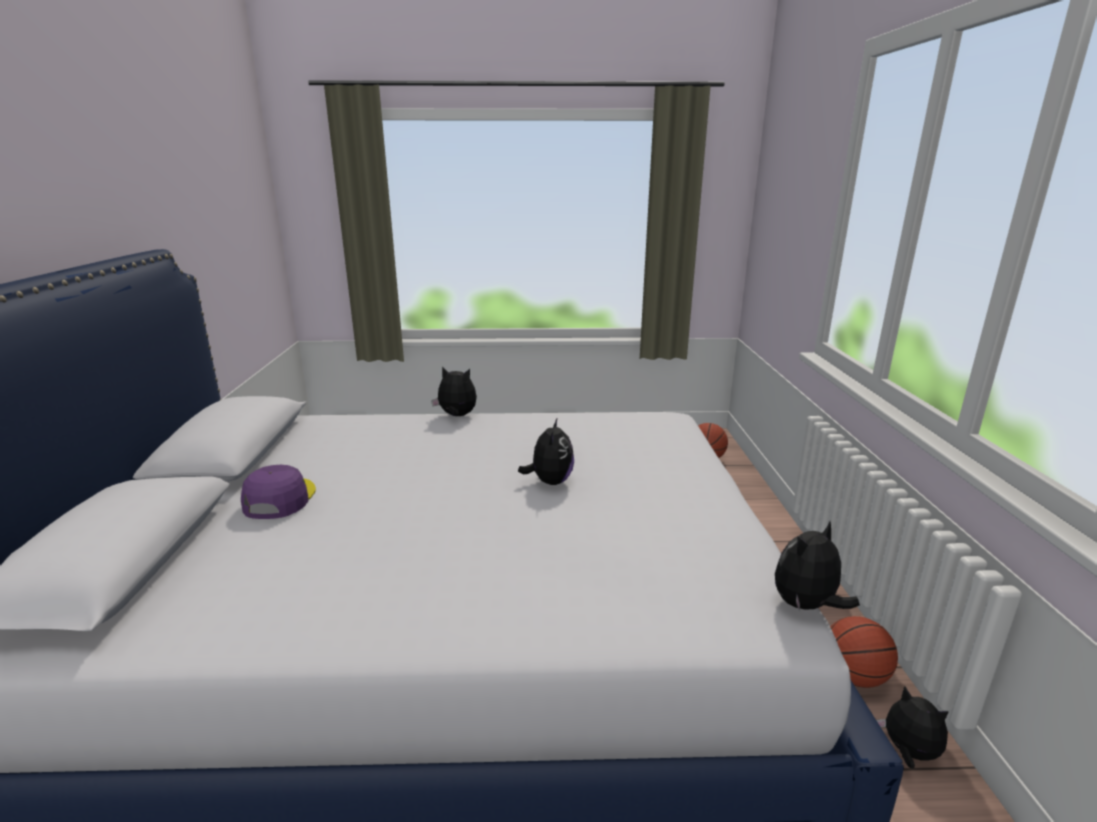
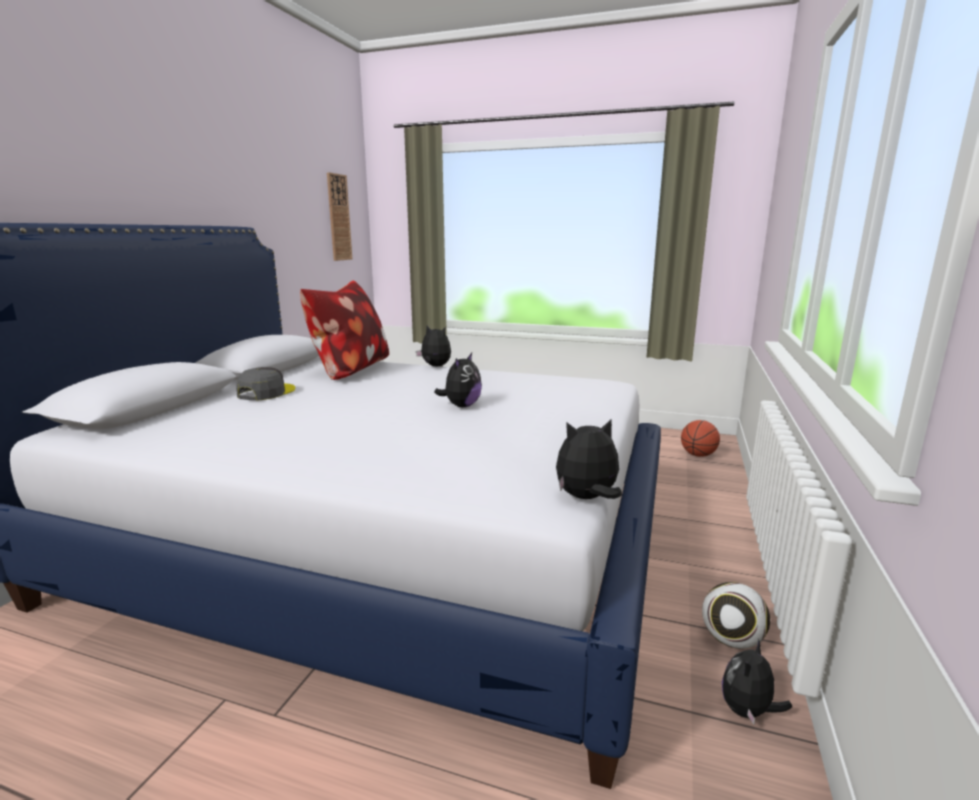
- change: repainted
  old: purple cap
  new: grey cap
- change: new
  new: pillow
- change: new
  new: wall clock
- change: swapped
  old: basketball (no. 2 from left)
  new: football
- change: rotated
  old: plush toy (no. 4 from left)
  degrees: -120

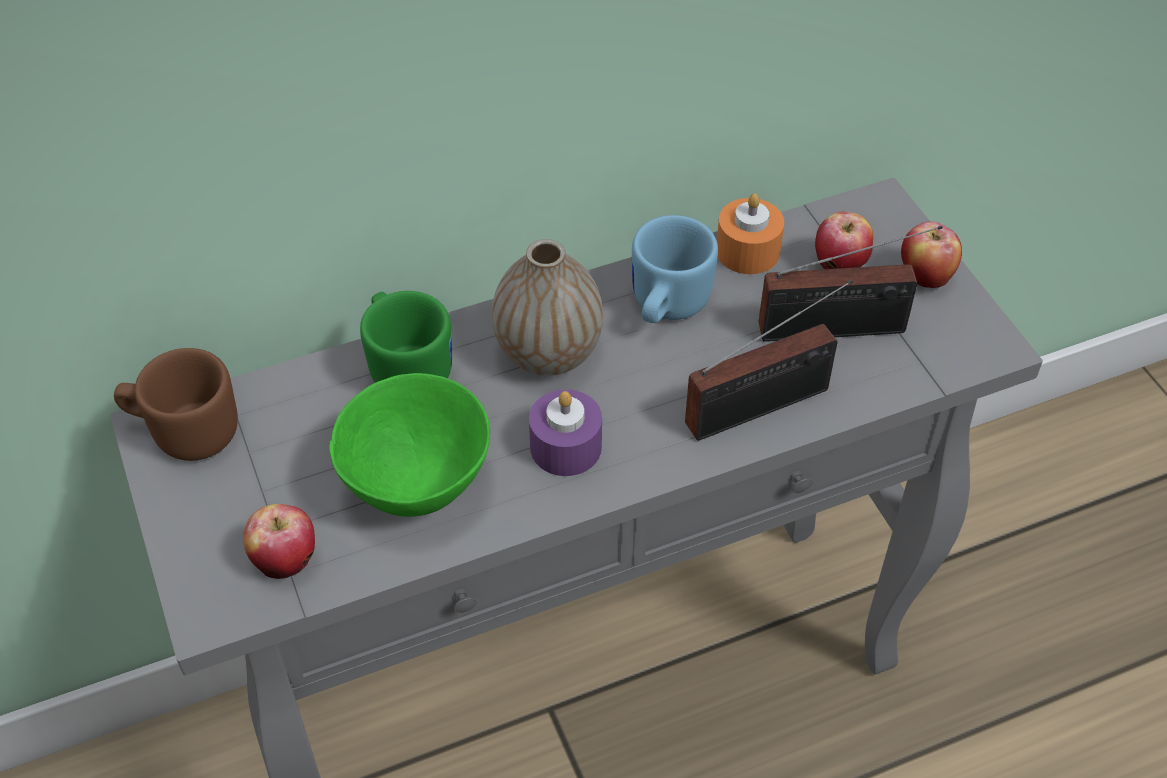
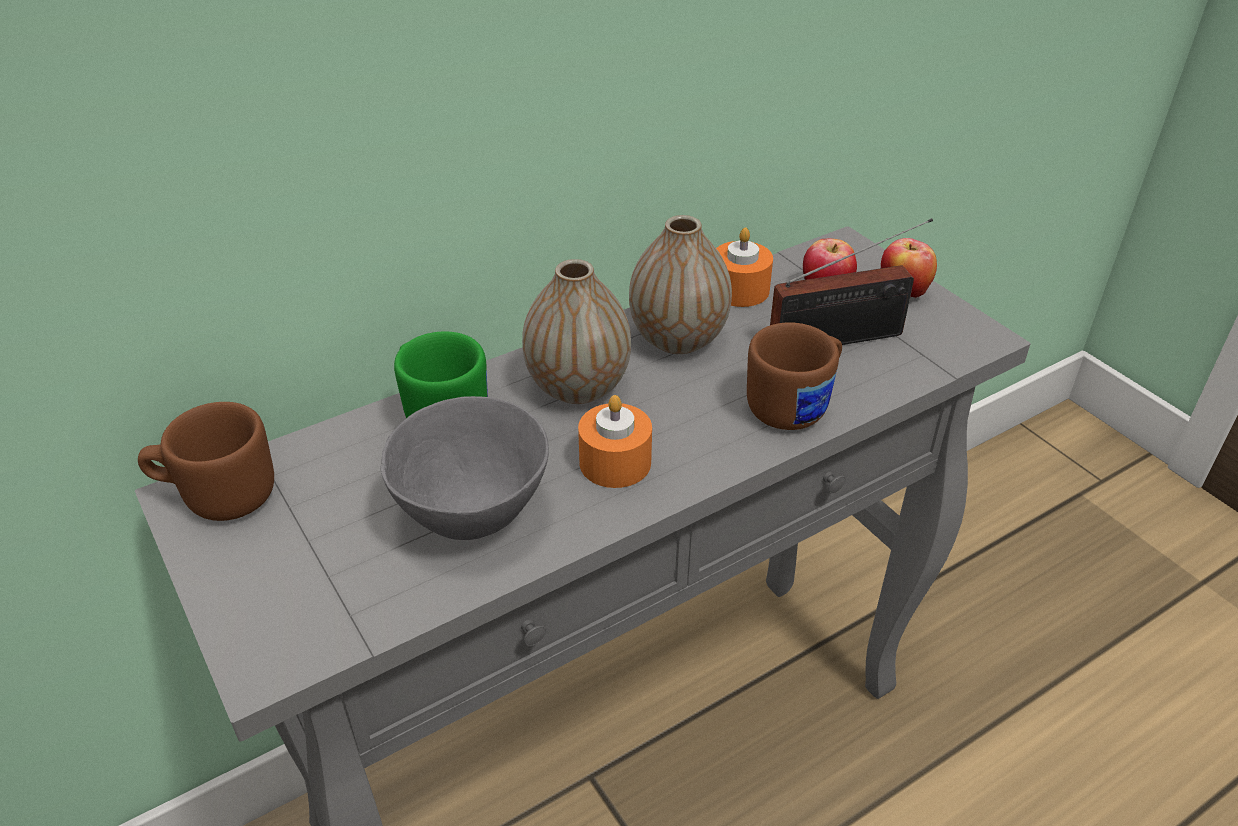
- change: repainted
  old: green bowl
  new: grey bowl
- change: repainted
  old: purple candle
  new: orange candle (no. 1 from left)
- change: swapped
  old: blue mug
  new: vase (no. 2 from left)
- change: swapped
  old: radio (no. 1 from left)
  new: brown mug (no. 2 from left)
- change: gone
  old: apple (no. 1 from left)

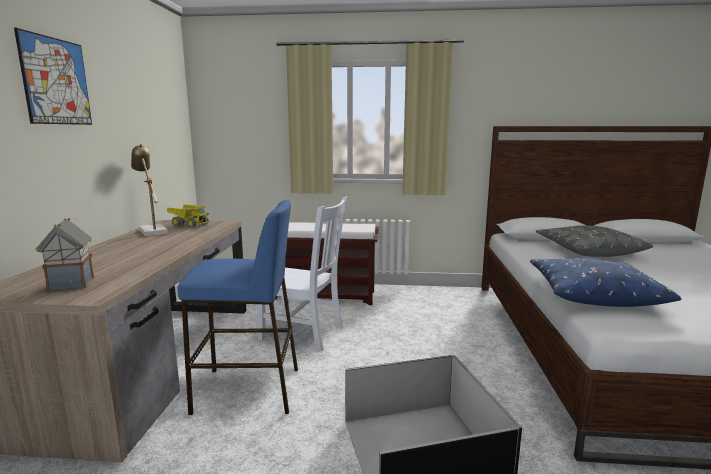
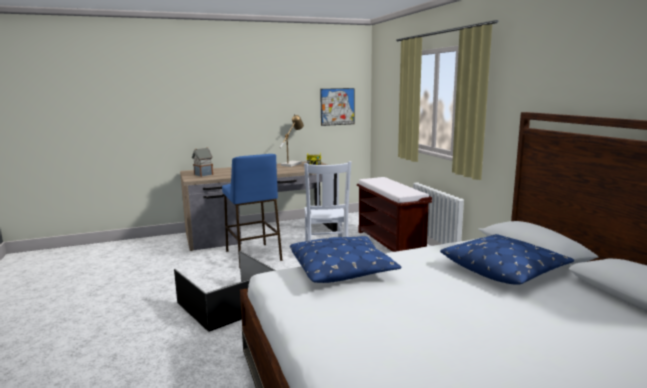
- change: shifted
  old: picture
- change: repainted
  old: grey pillow
  new: blue pillow (no. 2 from left)

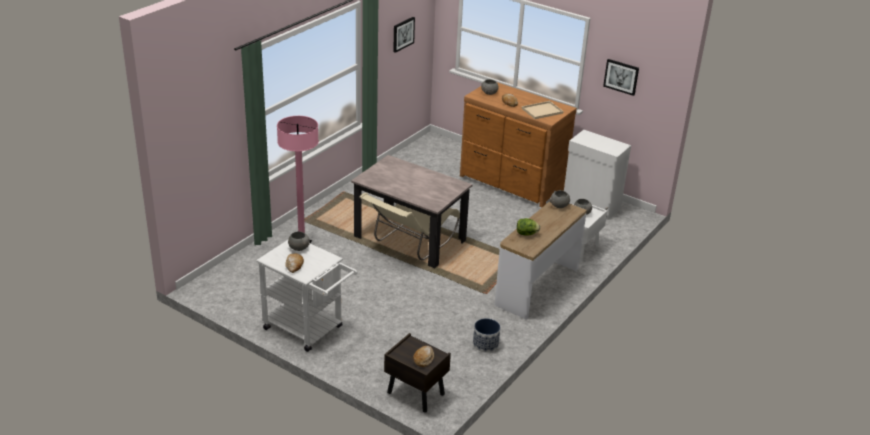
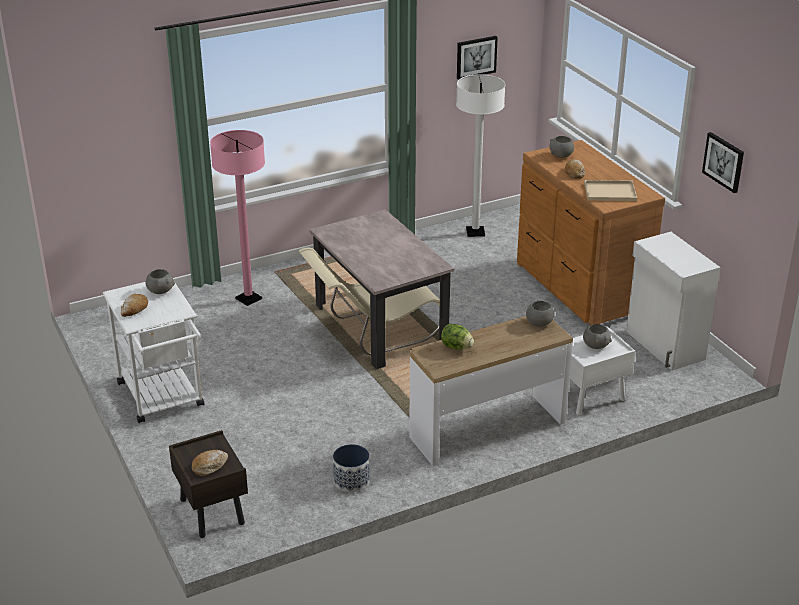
- change: new
  new: white floor lamp

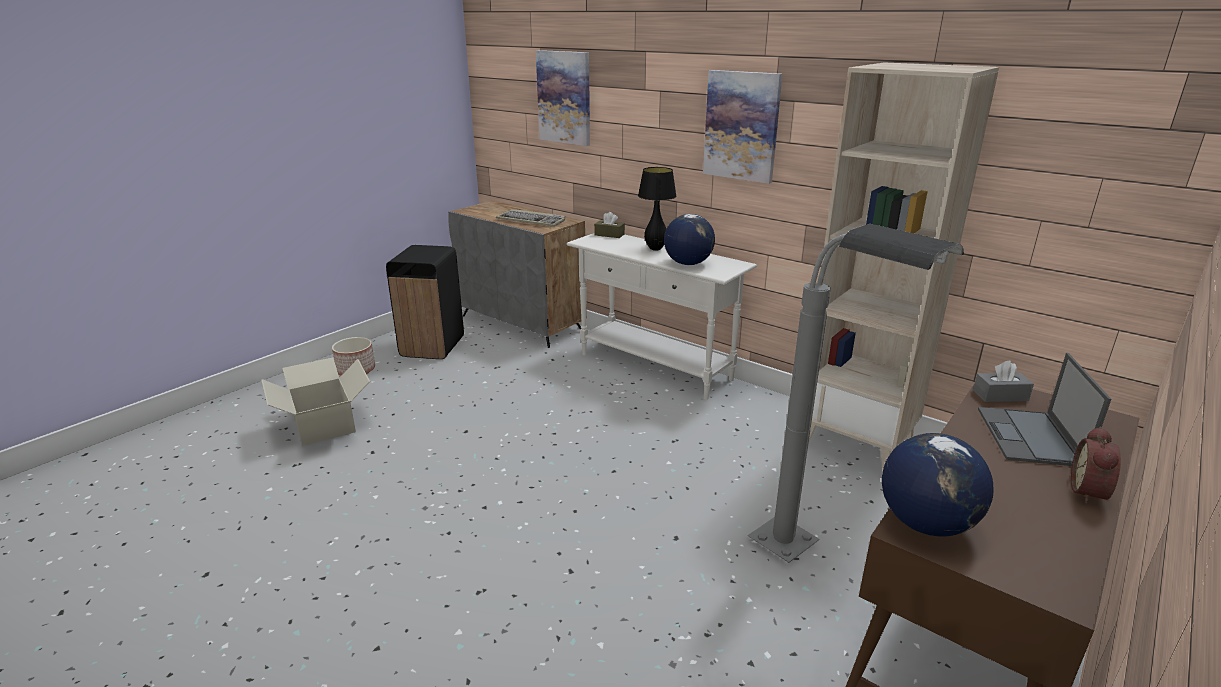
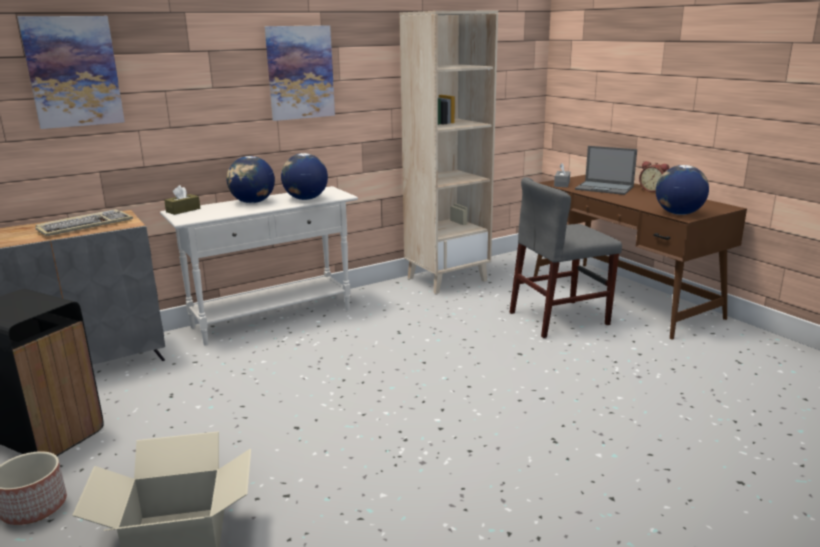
- change: swapped
  old: black table lamp
  new: globe (no. 1 from left)
- change: swapped
  old: grey floor lamp
  new: grey chair

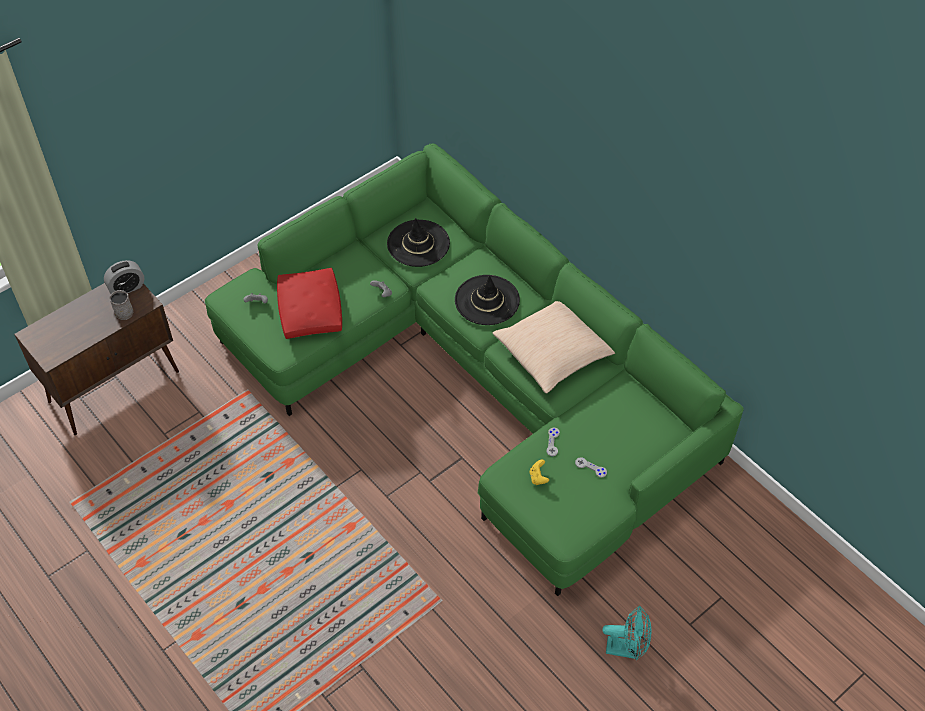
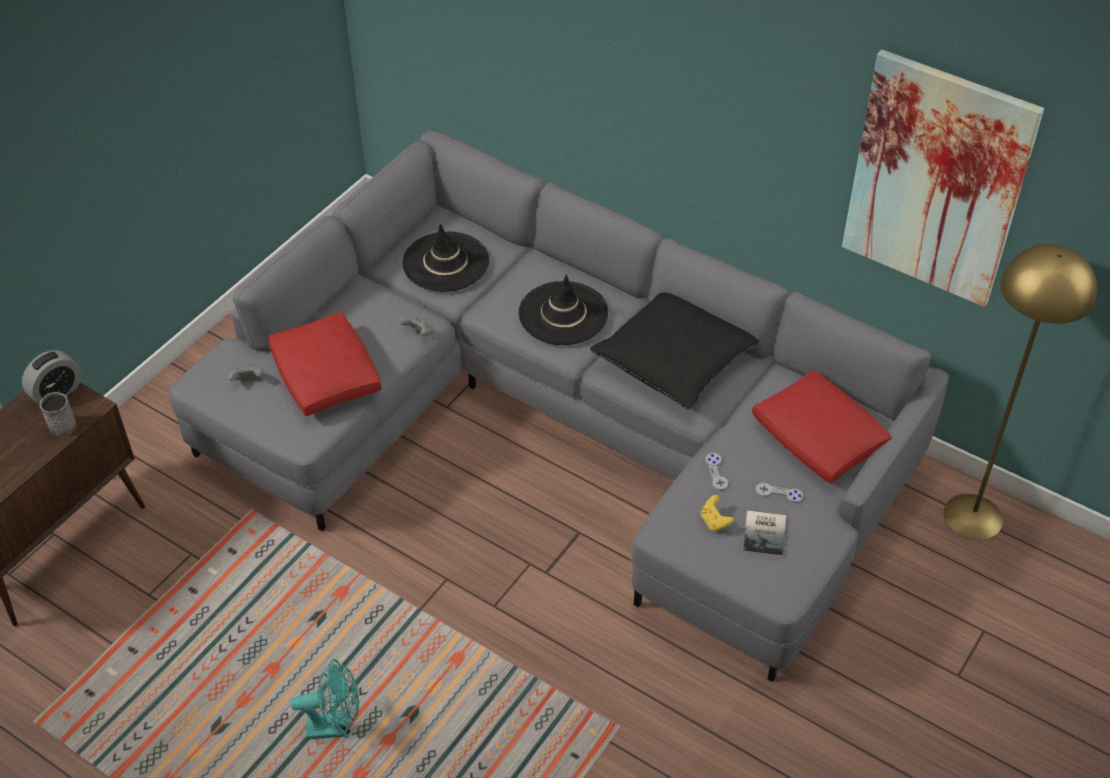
- change: repainted
  old: green sofa
  new: grey sofa
- change: shifted
  old: turquoise fan
- change: repainted
  old: beige pillow
  new: black pillow
- change: new
  new: book
- change: new
  new: red pillow (no. 2 from left)
- change: new
  new: picture
- change: new
  new: yellow floor lamp

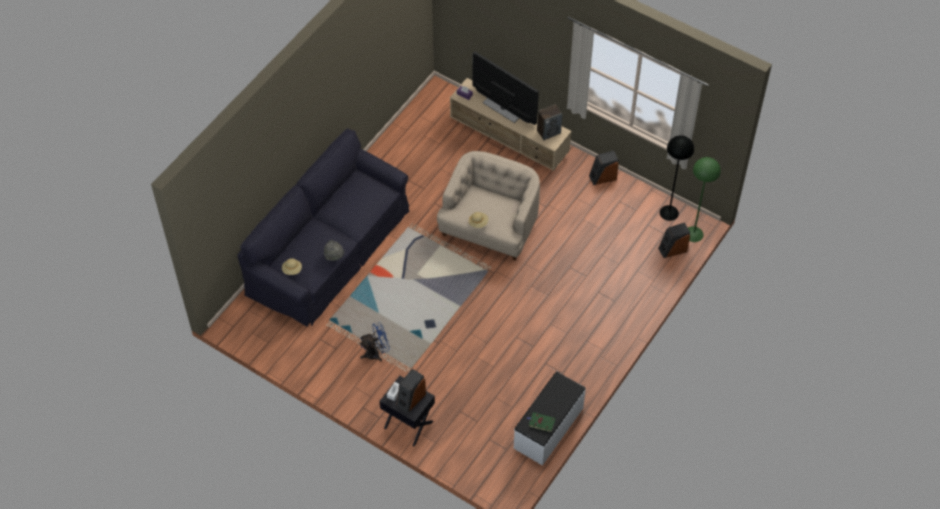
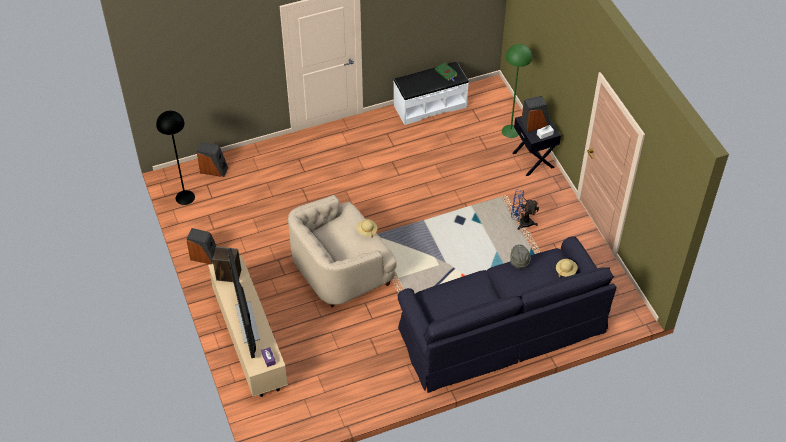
- change: shifted
  old: green floor lamp

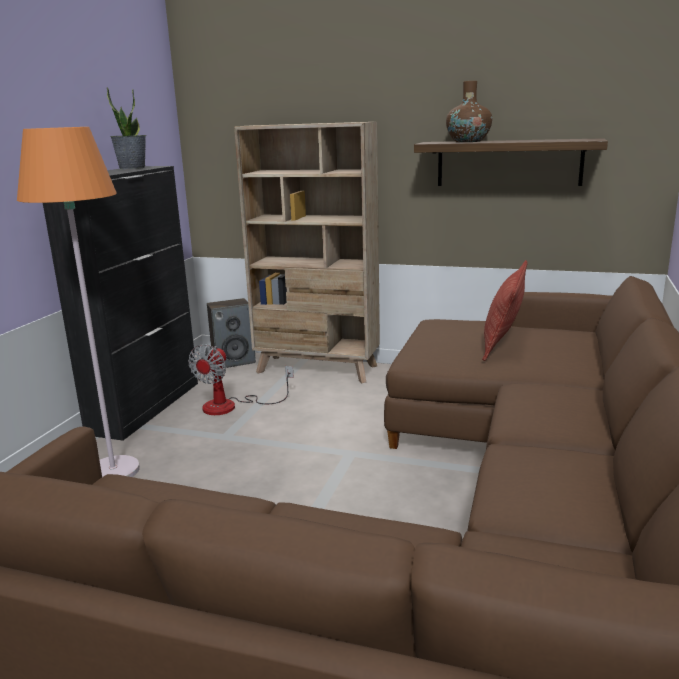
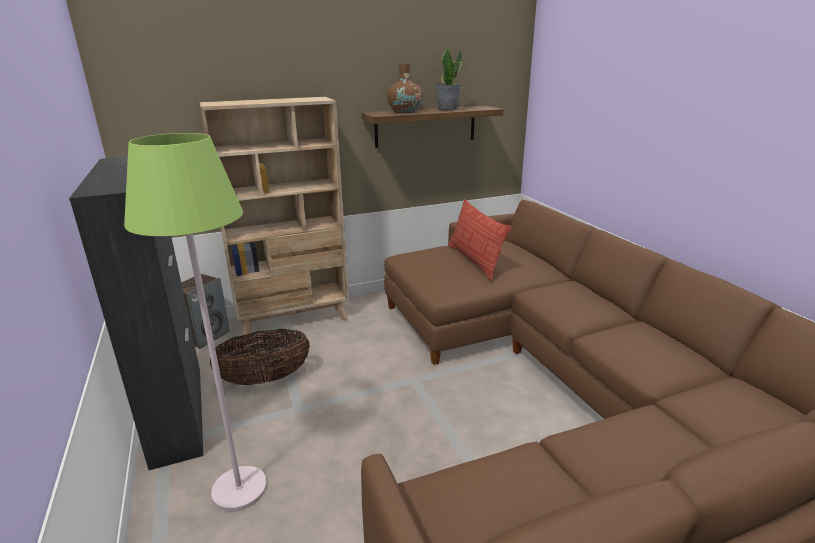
- change: repainted
  old: orange floor lamp
  new: green floor lamp
- change: swapped
  old: fan
  new: basket
- change: shifted
  old: potted plant

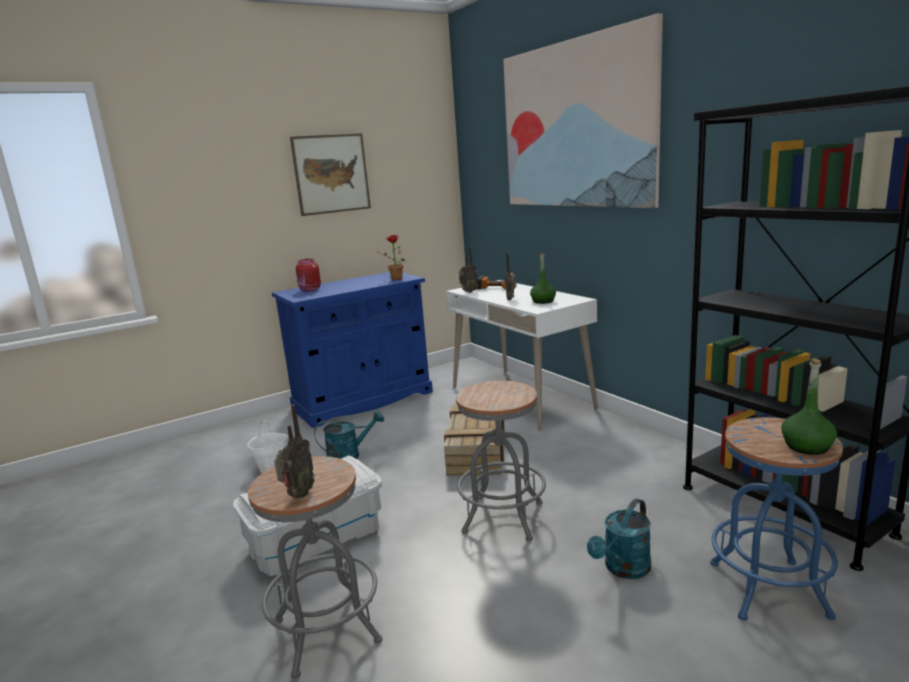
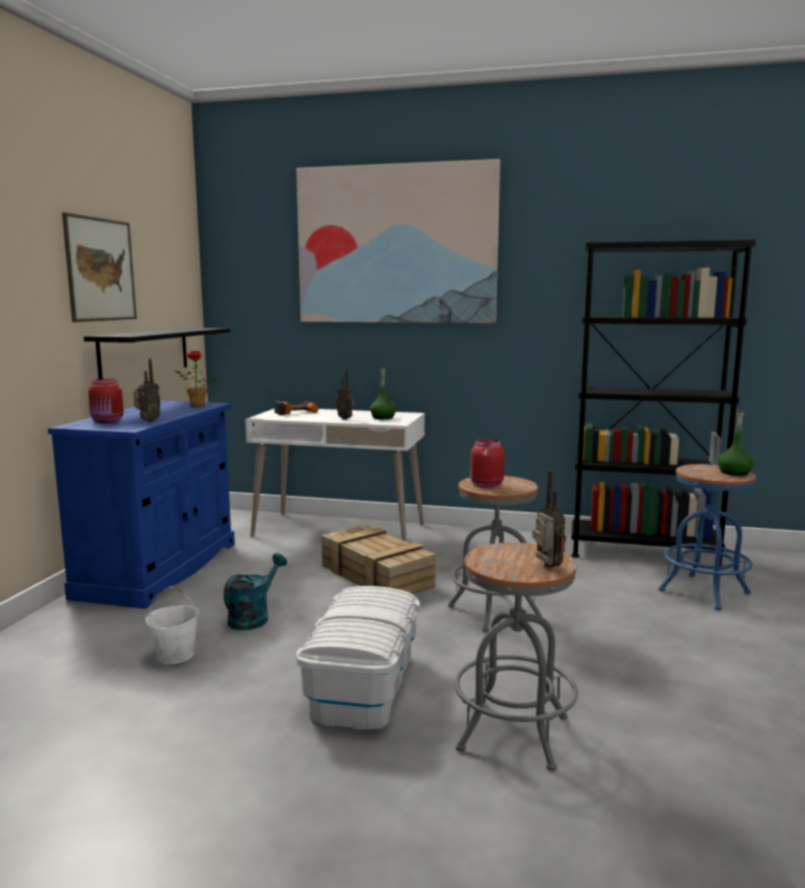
- change: new
  new: black shelf
- change: shifted
  old: radio (no. 2 from left in the first image)
  new: radio (no. 1 from left)
- change: new
  new: red jar (no. 2 from left)
- change: gone
  old: turquoise watering can (no. 2 from left)

